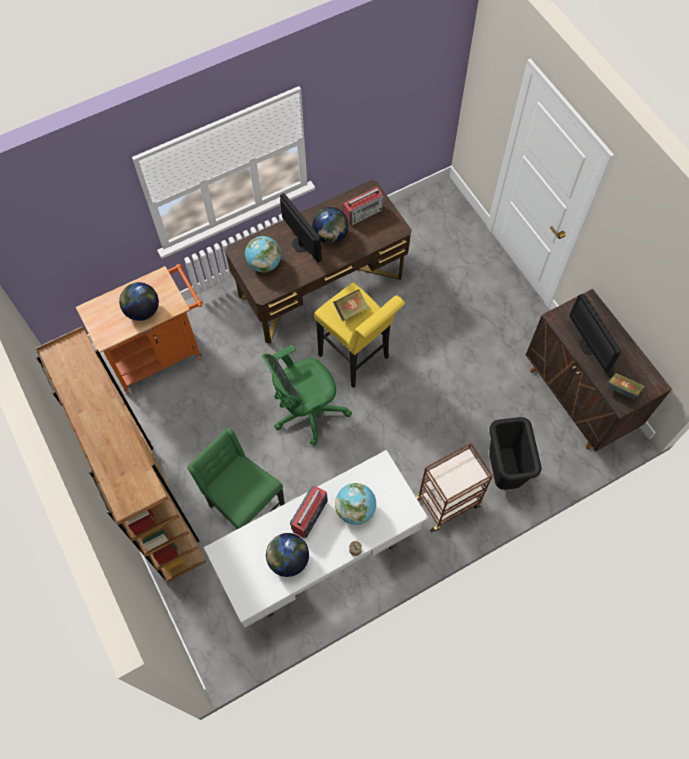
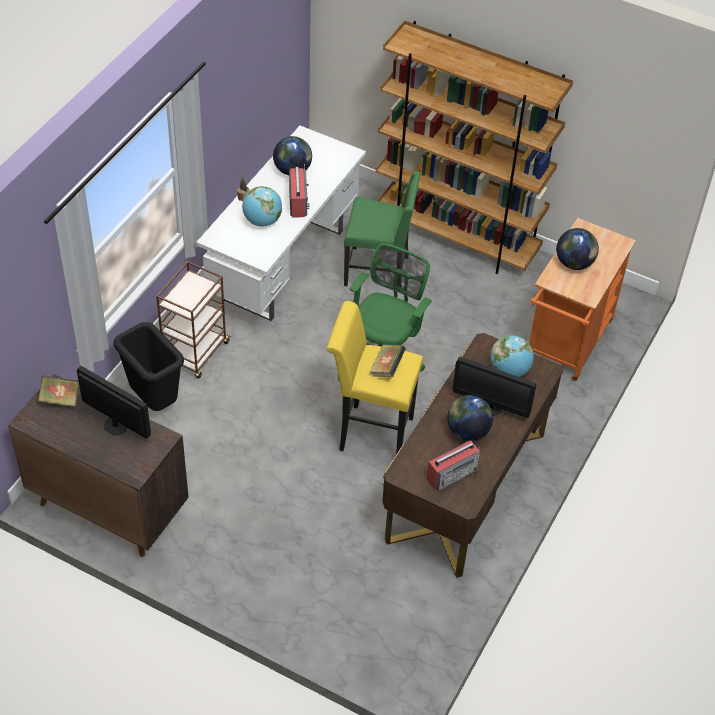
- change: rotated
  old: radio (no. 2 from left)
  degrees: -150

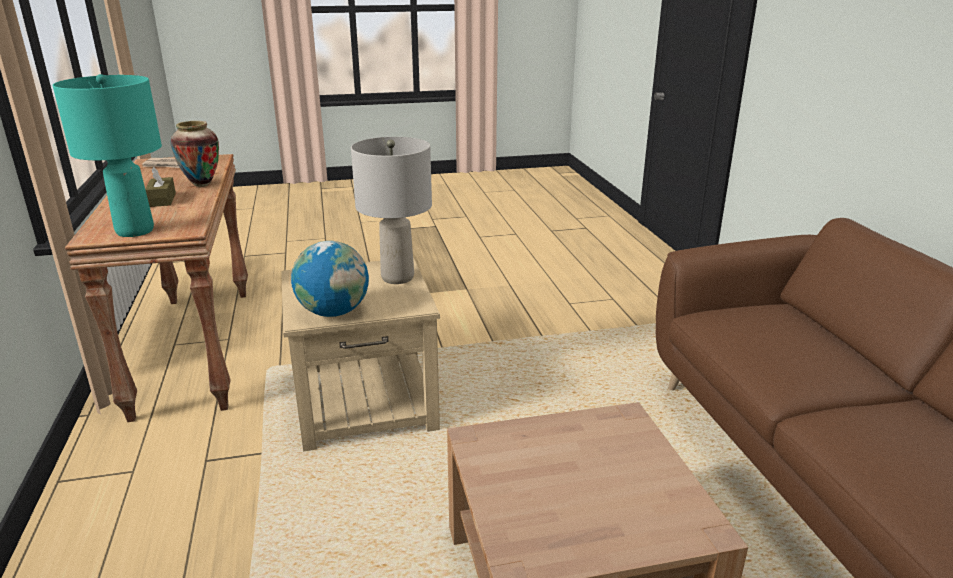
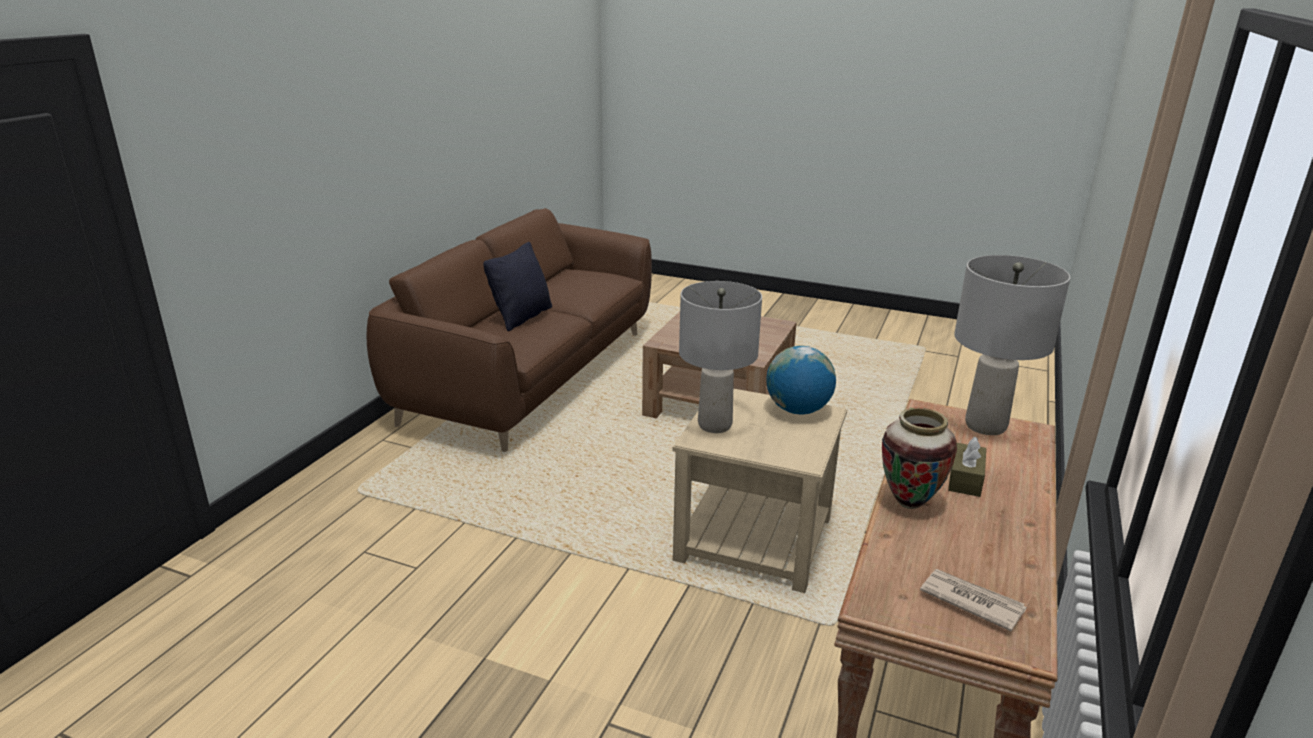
- change: new
  new: black pillow
- change: repainted
  old: turquoise table lamp
  new: grey table lamp (no. 2 from left)

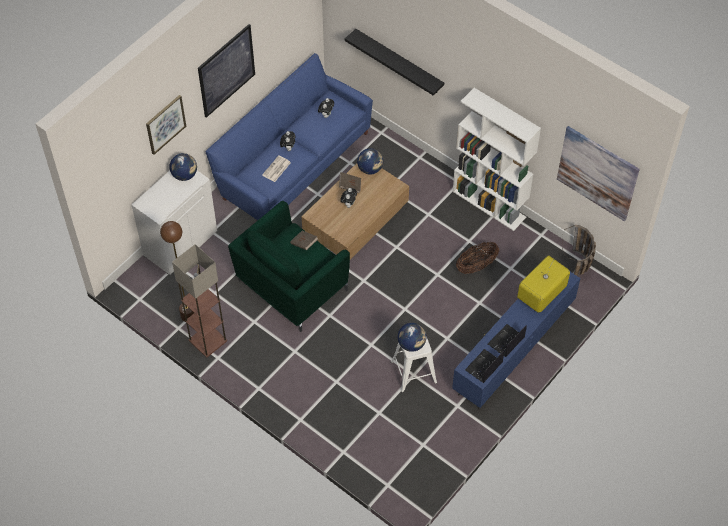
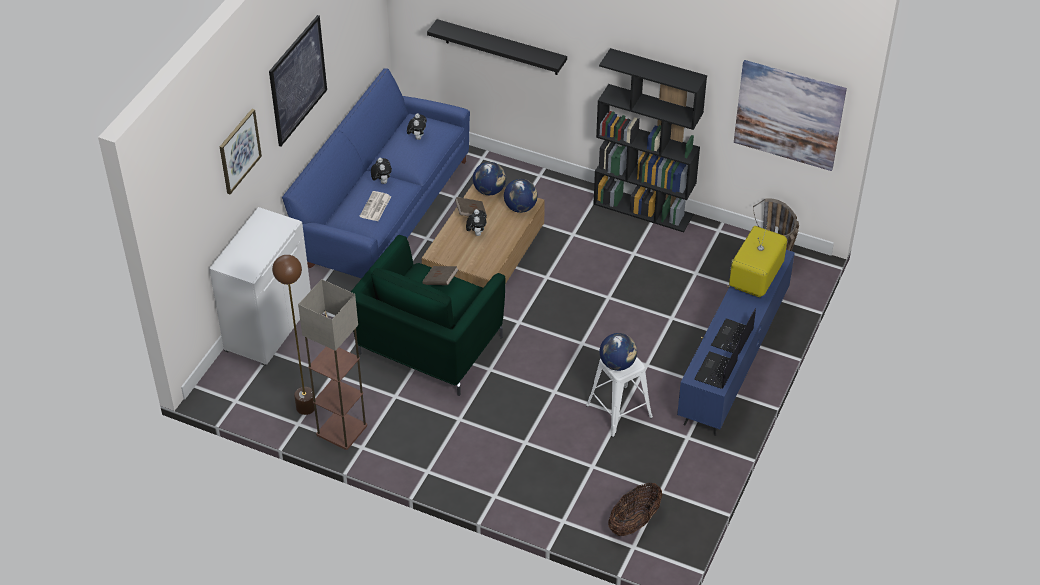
- change: shifted
  old: globe (no. 1 from left in the first image)
  new: globe (no. 2 from left)
- change: repainted
  old: white bookcase
  new: black bookcase
- change: shifted
  old: basket (no. 1 from left)

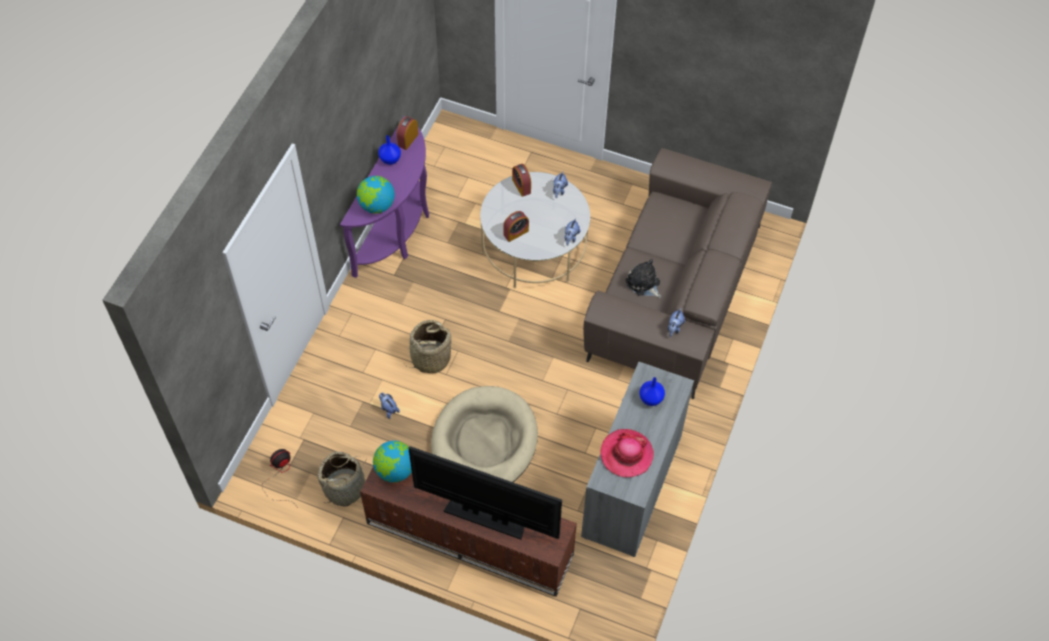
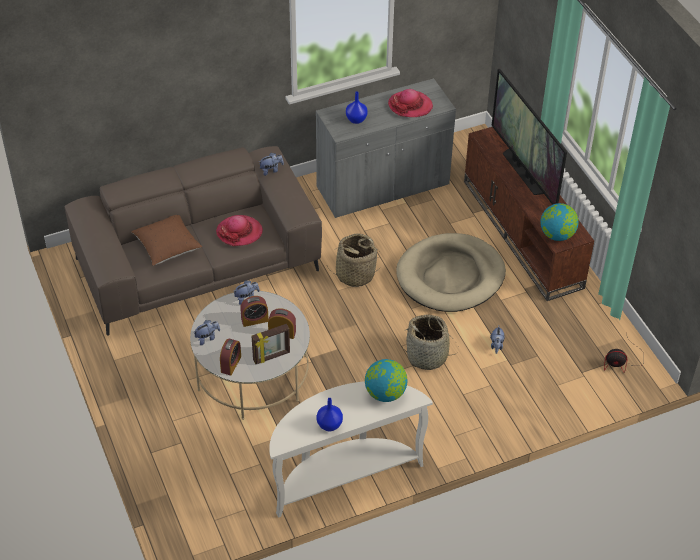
- change: new
  new: brown pillow
- change: swapped
  old: plush toy (no. 4 from left)
  new: hat (no. 1 from left)
- change: shifted
  old: alarm clock (no. 1 from left in the first image)
  new: alarm clock (no. 2 from left)
- change: new
  new: picture frame
- change: repainted
  old: purple console table
  new: white console table
- change: shifted
  old: basket (no. 1 from left)

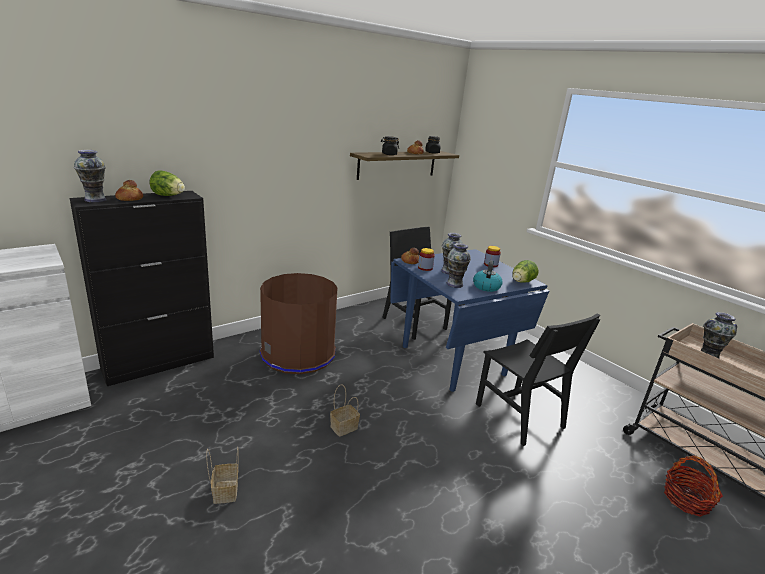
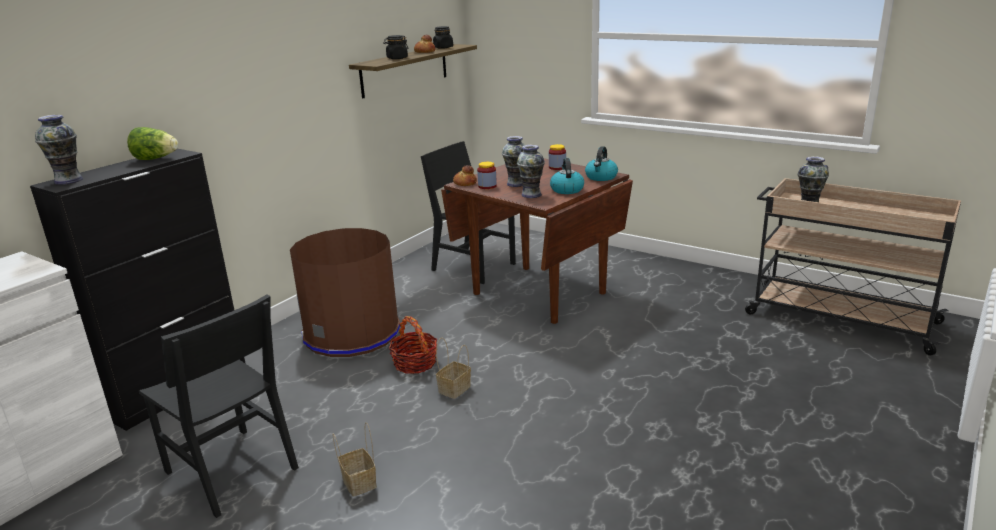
- change: shifted
  old: black chair (no. 2 from left in the first image)
  new: black chair (no. 1 from left)
- change: shifted
  old: basket (no. 3 from left in the first image)
  new: basket (no. 2 from left)
- change: repainted
  old: blue dining table
  new: brown dining table
- change: swapped
  old: lettuce (no. 2 from left)
  new: kettle (no. 2 from left)
- change: gone
  old: bread (no. 1 from left)

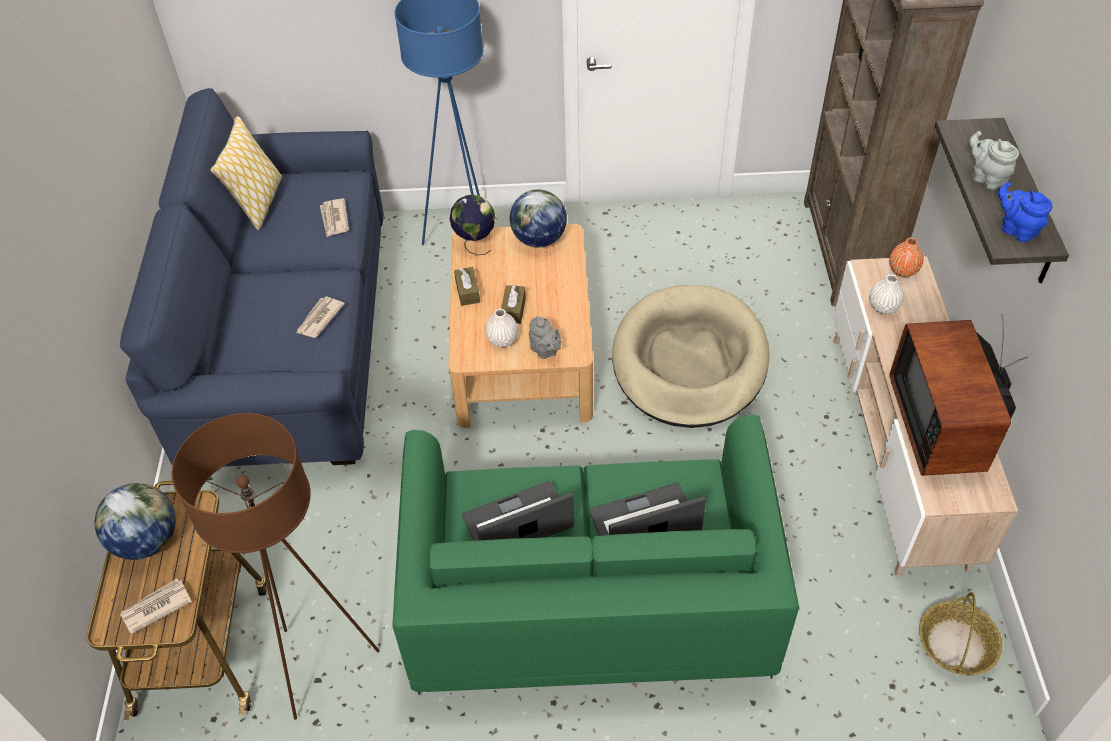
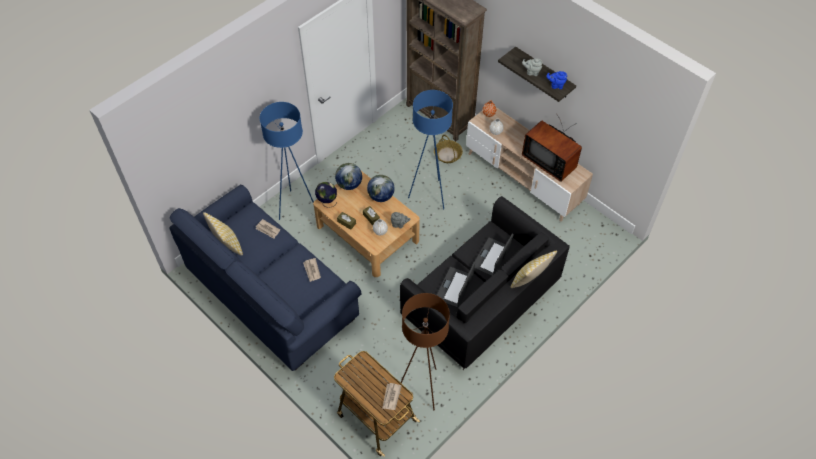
- change: shifted
  old: globe (no. 1 from left in the first image)
  new: globe (no. 3 from left)
- change: repainted
  old: green sofa
  new: black sofa
- change: swapped
  old: beige dog bed
  new: blue floor lamp (no. 2 from left)
- change: shifted
  old: basket
- change: new
  new: pillow (no. 2 from left)

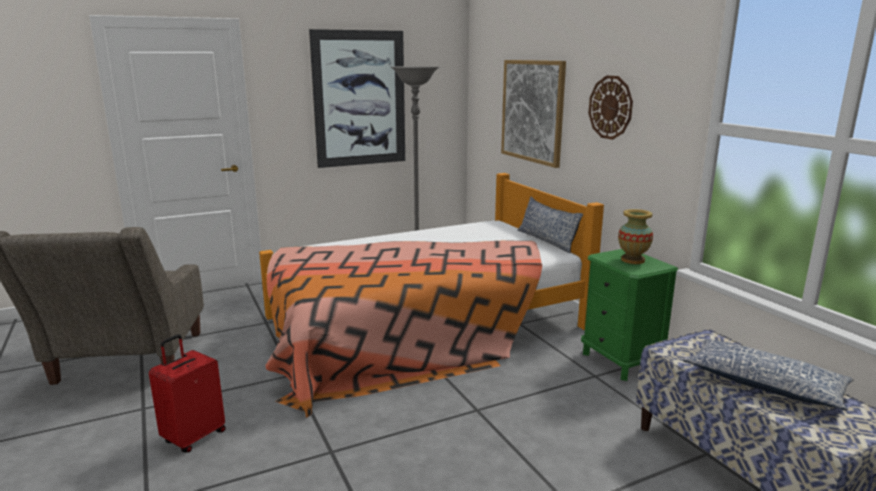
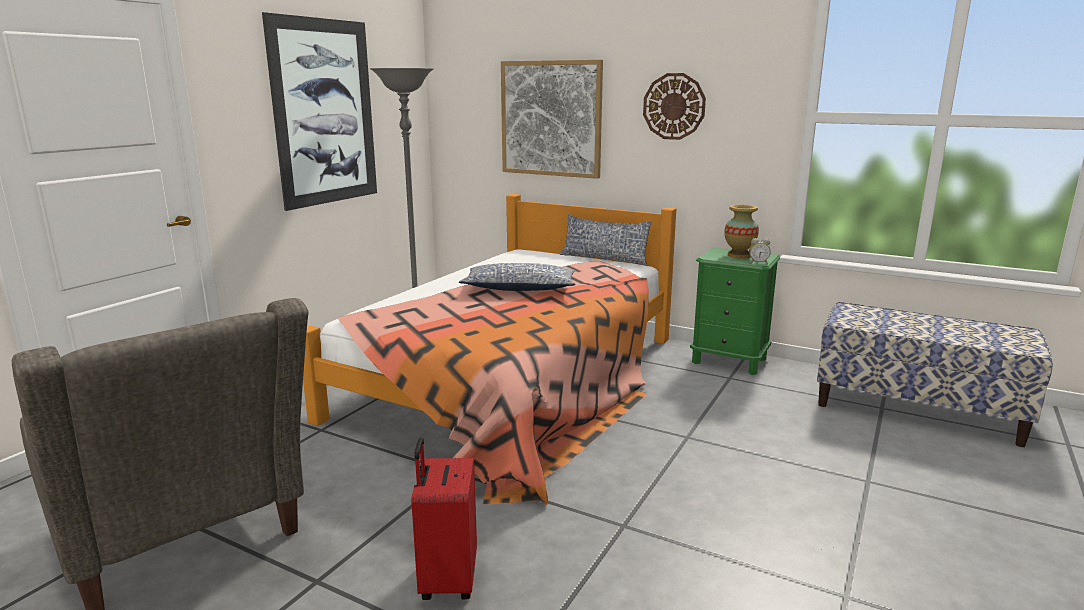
- change: shifted
  old: pillow (no. 2 from left in the first image)
  new: pillow (no. 1 from left)
- change: new
  new: alarm clock

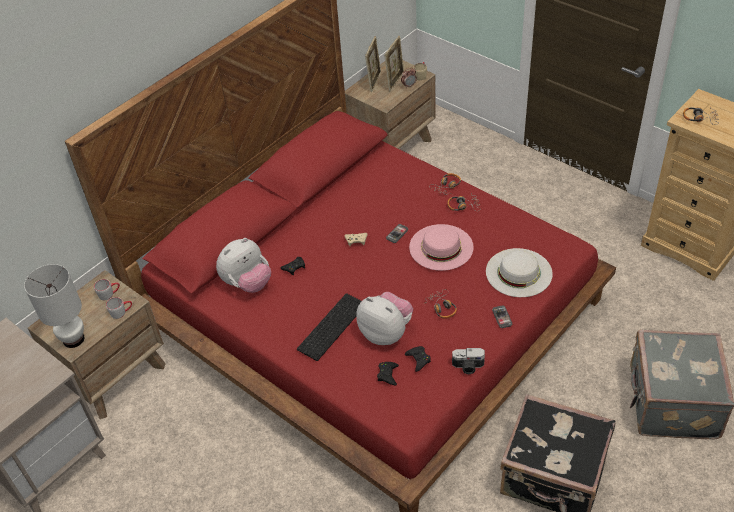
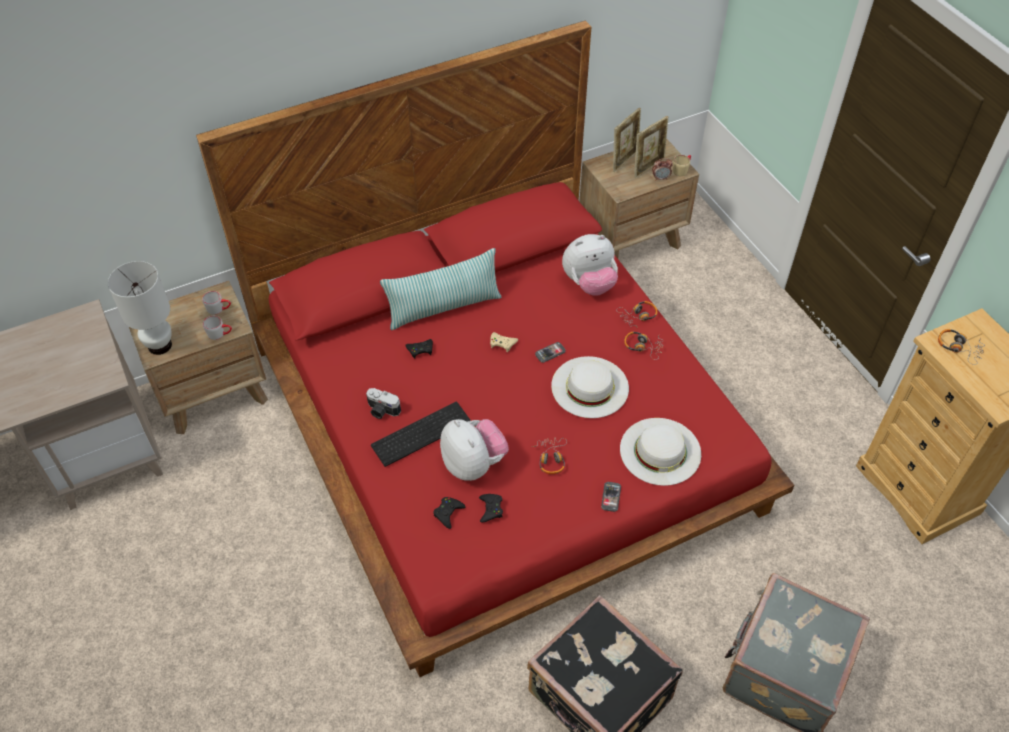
- change: shifted
  old: photo camera
- change: new
  new: pillow
- change: repainted
  old: pink hat
  new: white hat (no. 1 from left)
- change: shifted
  old: plush toy (no. 1 from left in the first image)
  new: plush toy (no. 2 from left)

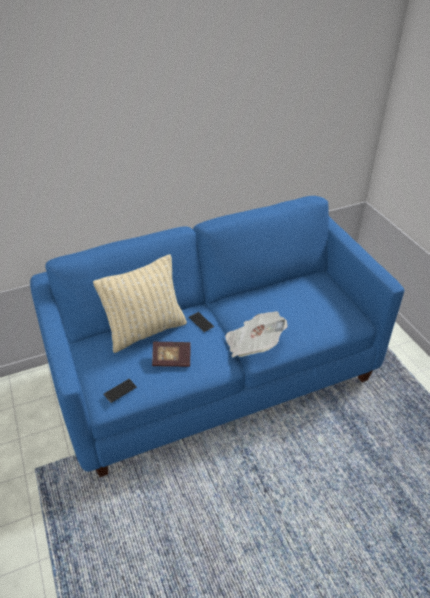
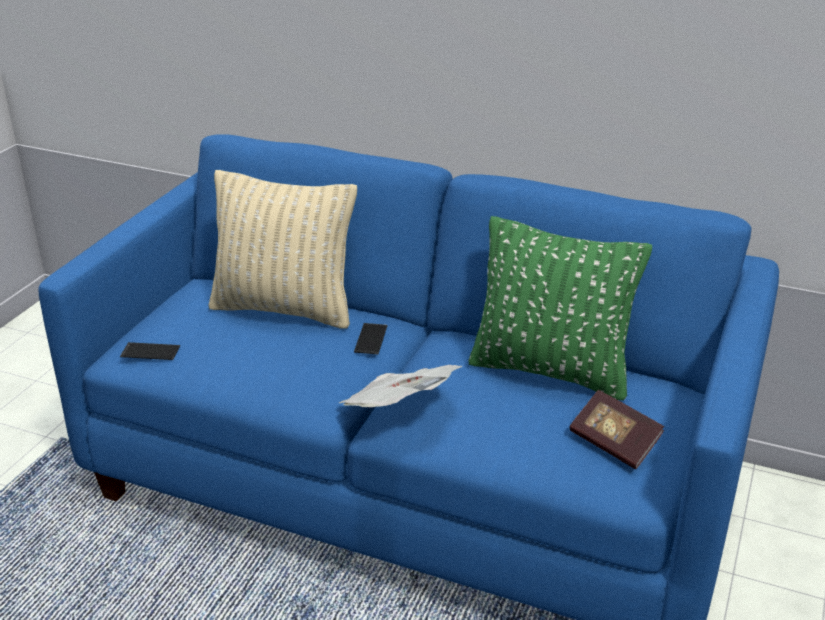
- change: new
  new: green pillow
- change: shifted
  old: book

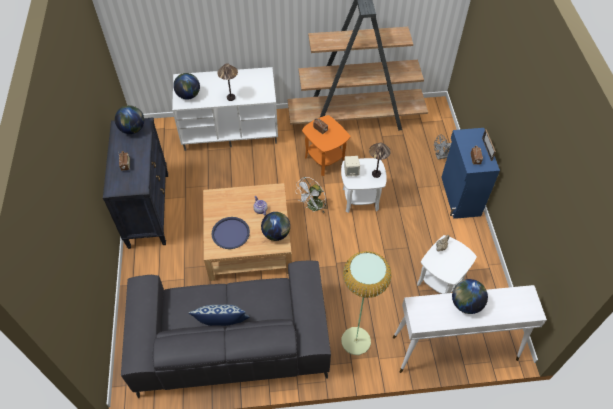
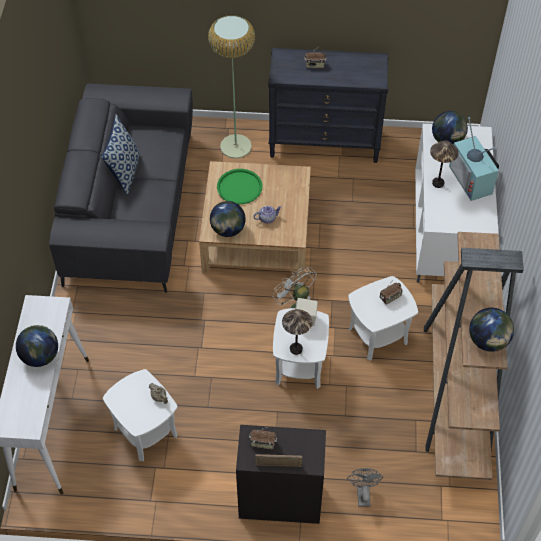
- change: shifted
  old: floor lamp
- change: repainted
  old: blue tray
  new: green tray
- change: repainted
  old: blue cabinet
  new: black cabinet
- change: repainted
  old: orange side table
  new: white side table (no. 3 from left)
- change: new
  new: television
- change: shifted
  old: globe (no. 1 from left in the first image)
  new: globe (no. 4 from left)

